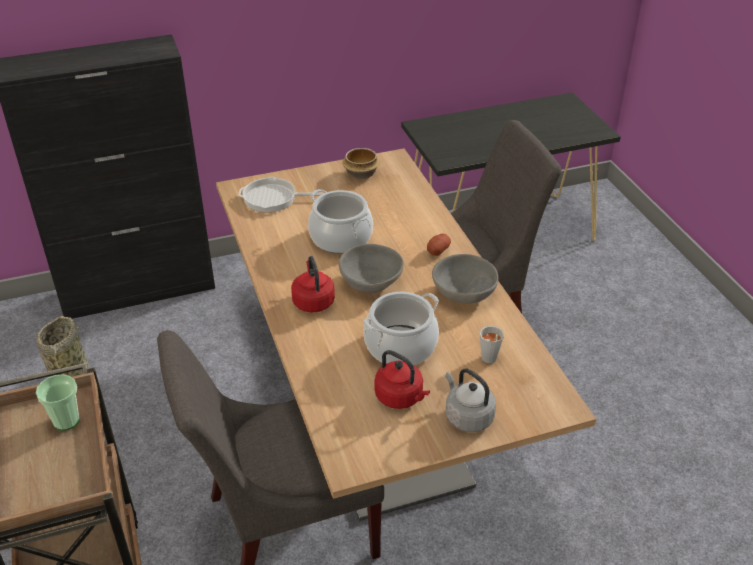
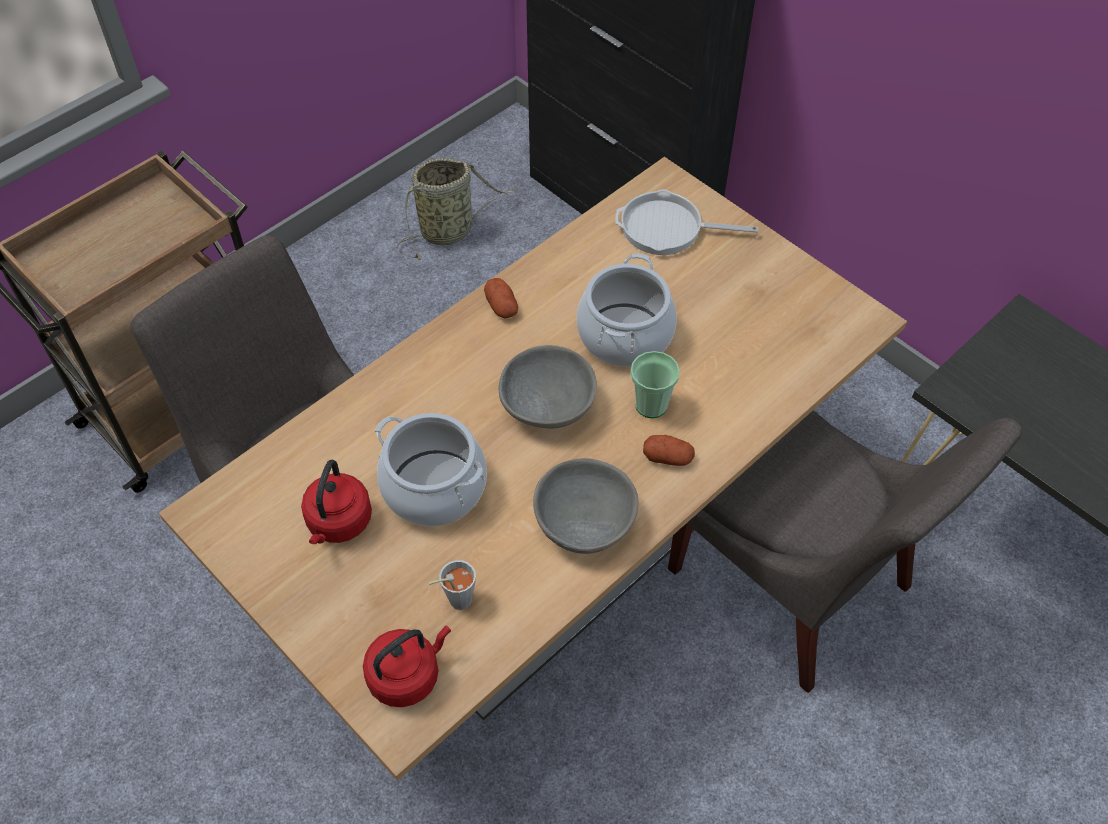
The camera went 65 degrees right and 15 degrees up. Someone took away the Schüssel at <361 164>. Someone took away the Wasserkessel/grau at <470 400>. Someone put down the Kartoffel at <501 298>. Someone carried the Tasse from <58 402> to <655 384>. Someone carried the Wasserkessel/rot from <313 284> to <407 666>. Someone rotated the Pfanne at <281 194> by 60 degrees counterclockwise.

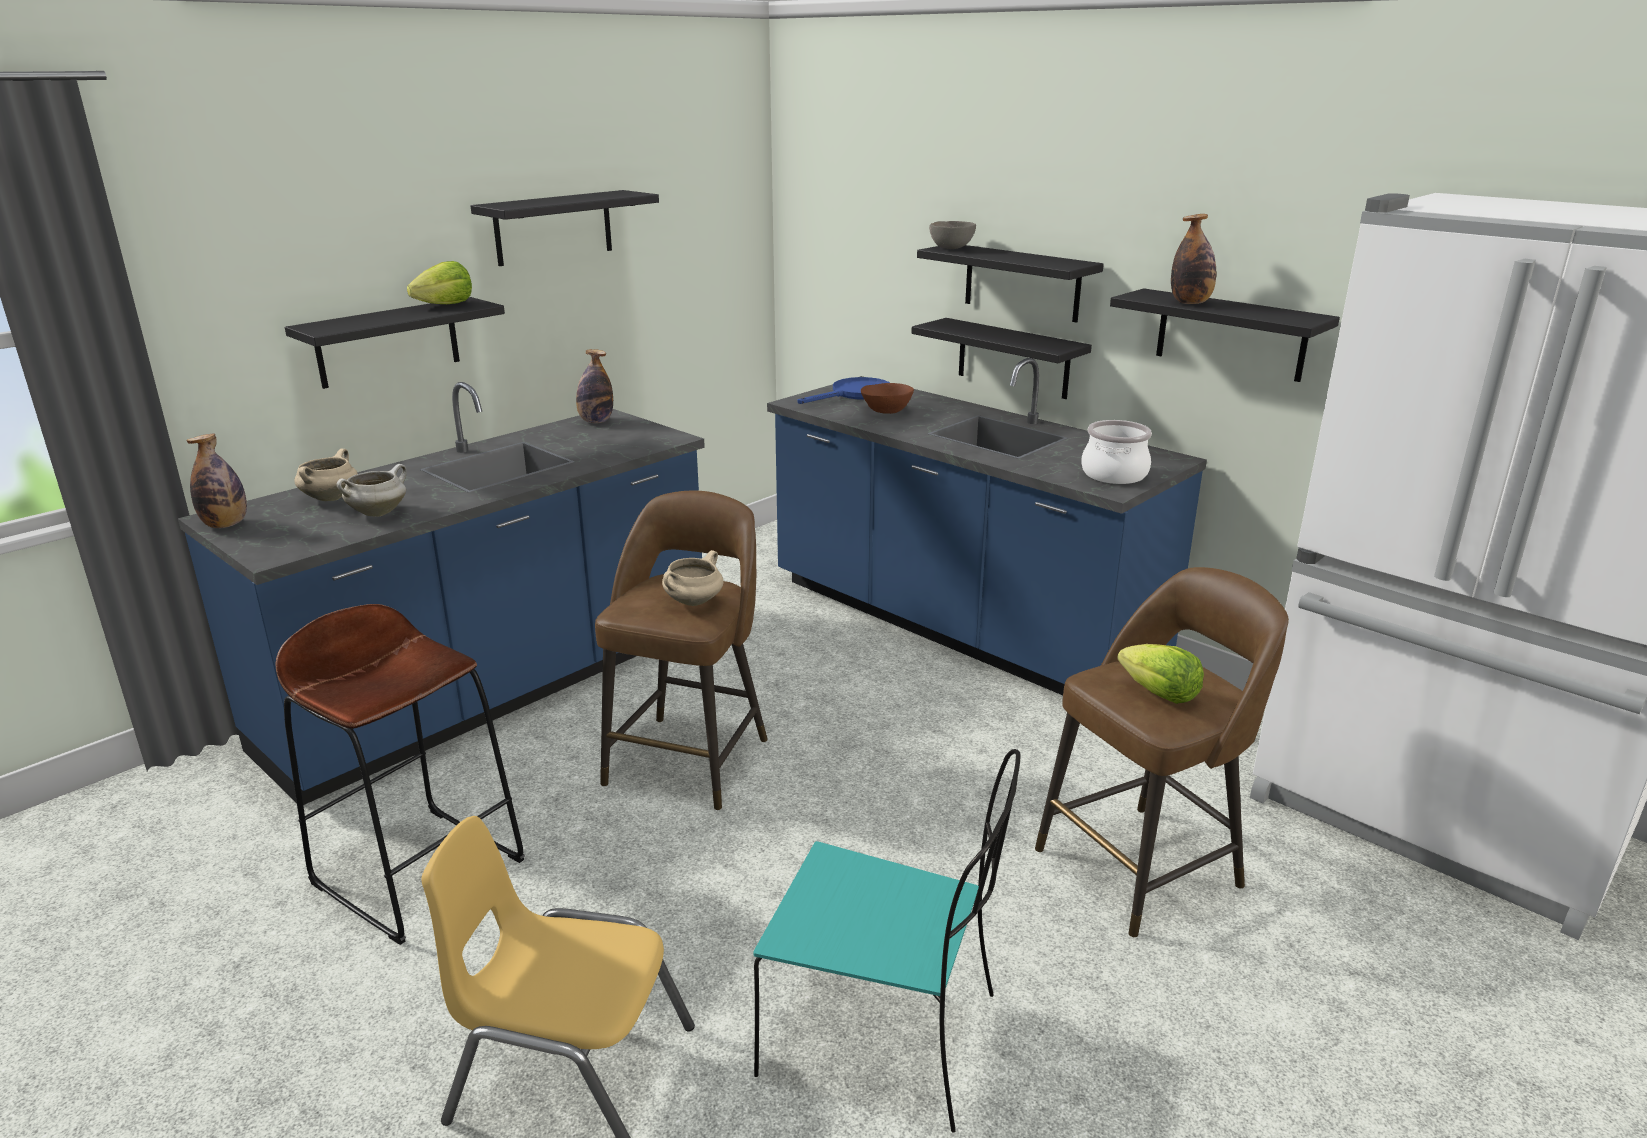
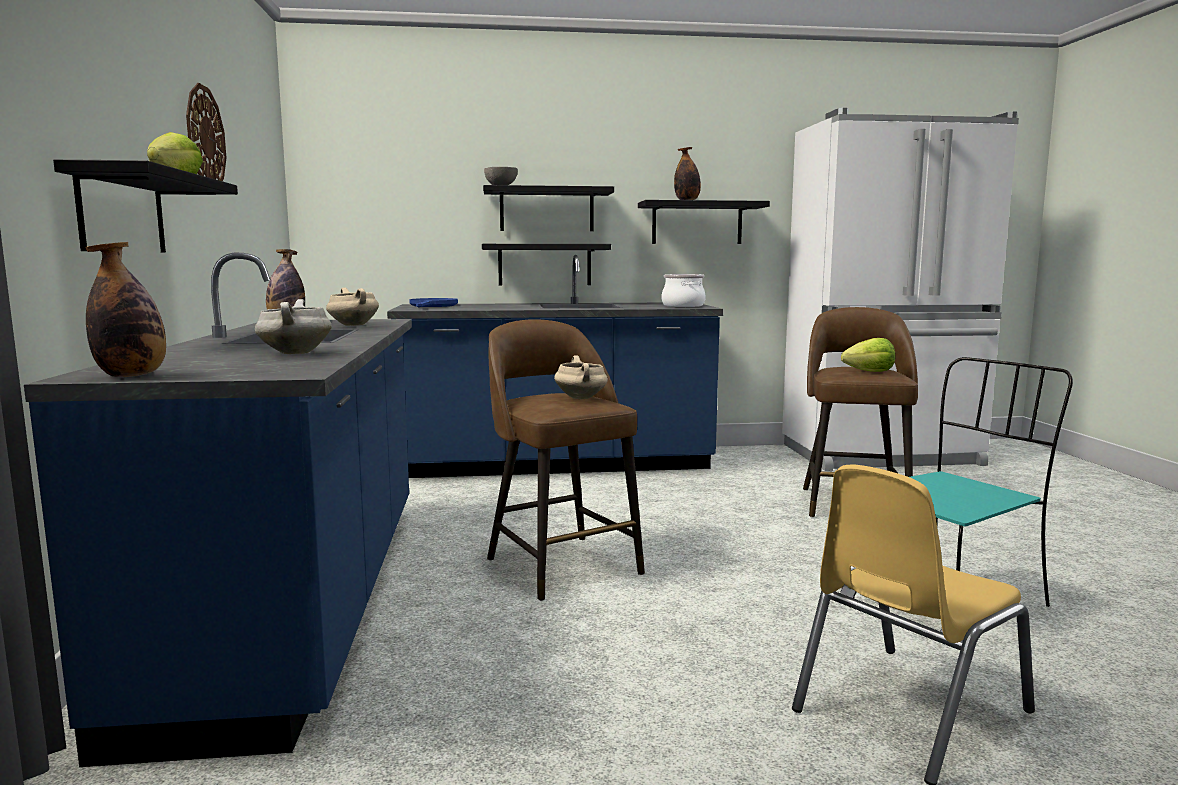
The camera went 50 degrees left and 15 degrees down. Someone took away the Hocker/braun at <400 774>. Someone took away the Schüssel/braun at <887 398>. Someone carried the Kochtopf/beige from <326 475> to <352 307>. Someone swapped the Wandregal/schwarz at <564 228> for the Wanduhr at <206 132>.

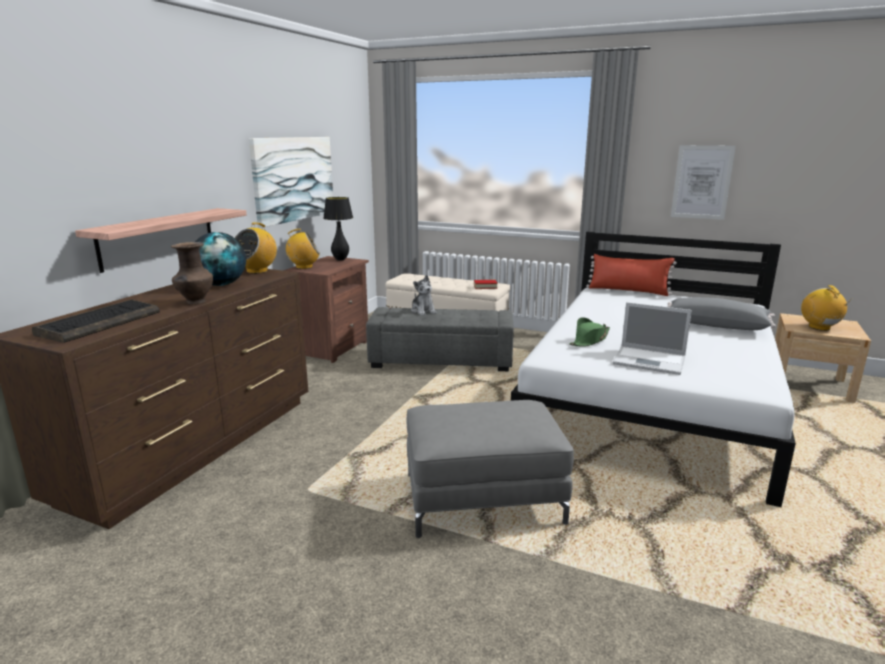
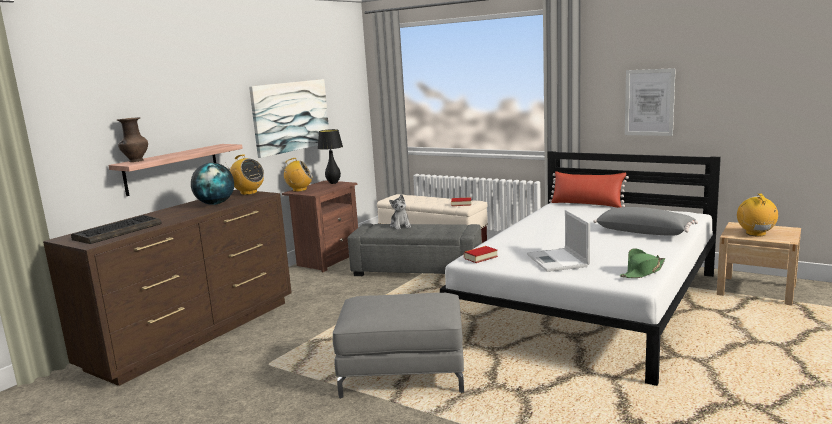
The camera went 10 degrees right and 5 degrees down. Someone put down the Buch at <481 254>. Someone carried the Vase/braun from <192 273> to <132 139>. Someone carried the Hut/grün from <589 332> to <642 263>. Someone rotated the Radio at <256 248> by 90 degrees counterclockwise. Someone rotated the Laptop at <652 338> by 45 degrees clockwise.

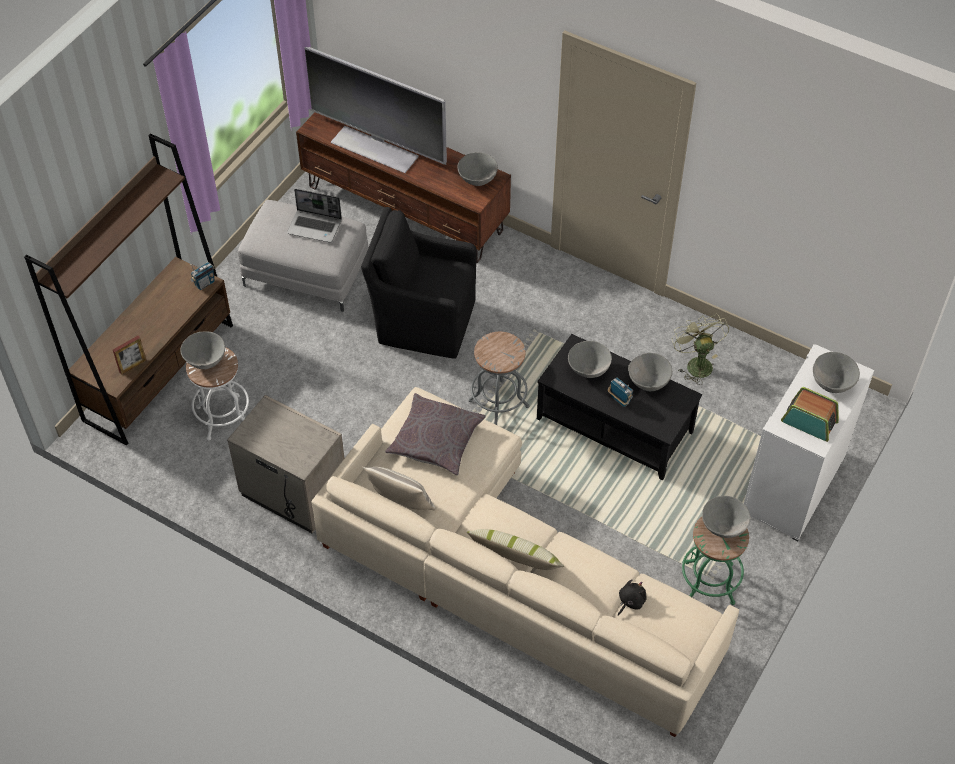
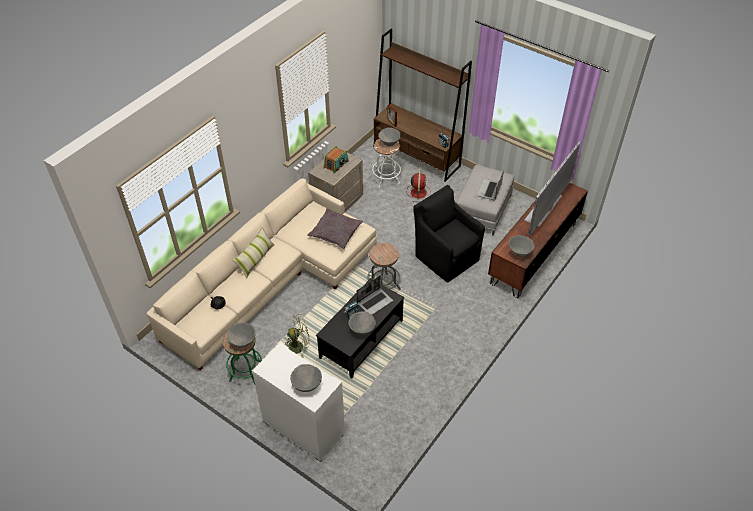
The camera went 95 degrees right and 5 degrees down. Someone took away the Kissen at <399 489>. Someone put down the Ventilator/rot at <418 185>. Someone carried the Ventilator/grün from <700 349> to <297 336>. Someone carried the Radio from <810 414> to <336 159>. Someone swapped the Schüssel/grau at <590 359> for the Laptop at <374 295>. Someone rotated the Sessel/schwarz at <419 283> by 60 degrees counterclockwise.

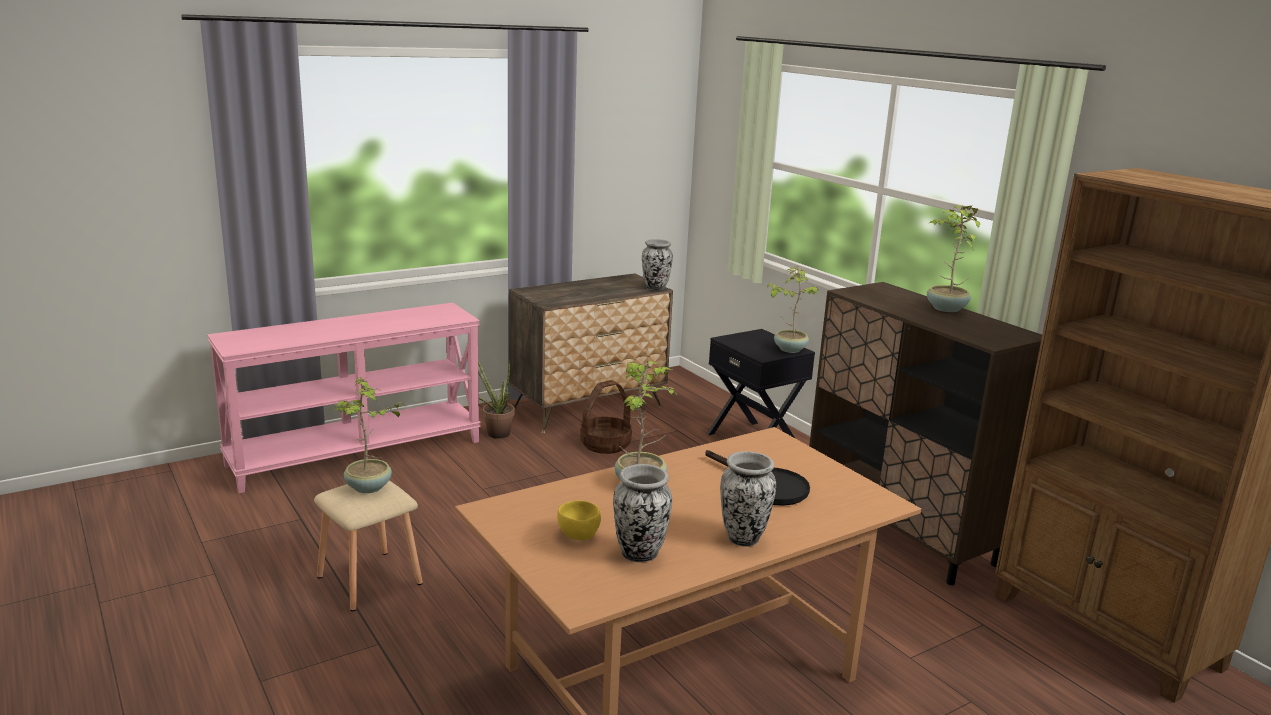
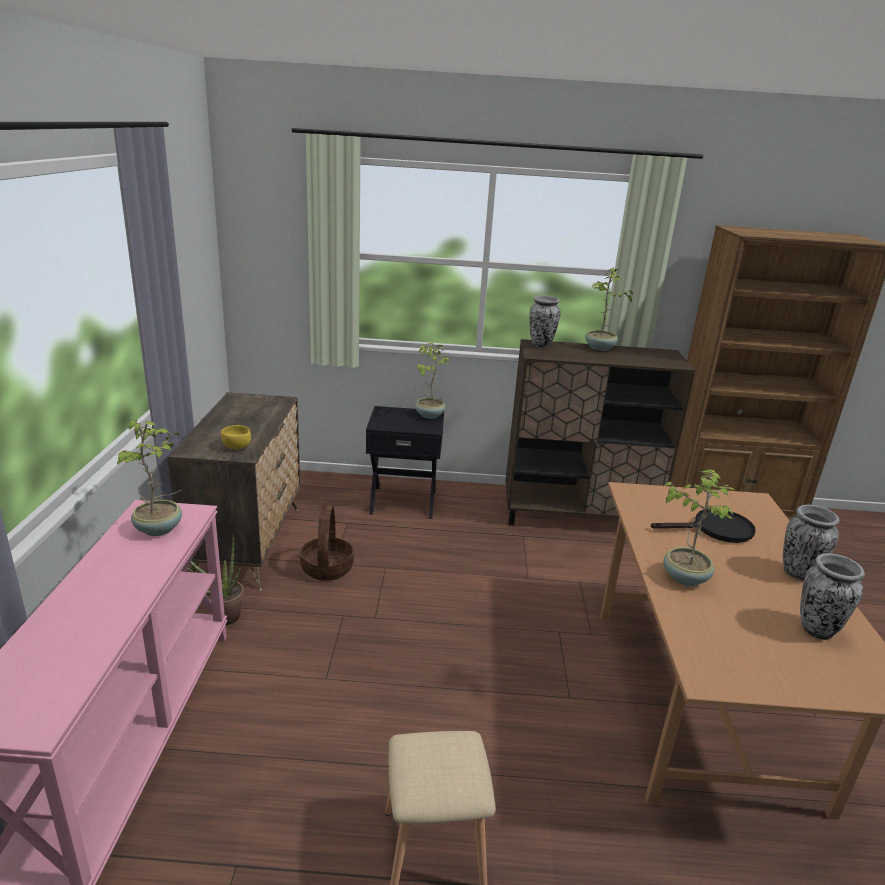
The camera went 55 degrees left and 5 degrees up. Someone carried the Topfpflanze from <368 435> to <148 478>. Someone carried the Schüssel/gelb from <579 520> to <236 437>. Someone carried the Vase from <657 264> to <545 321>.

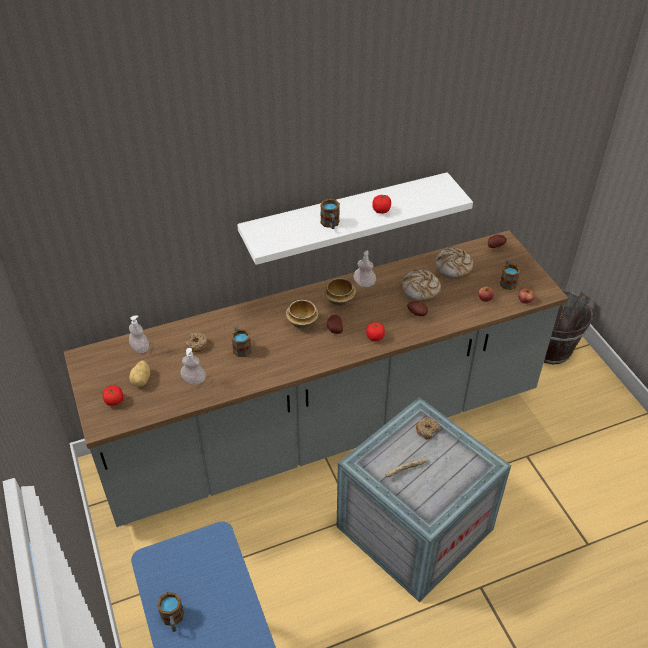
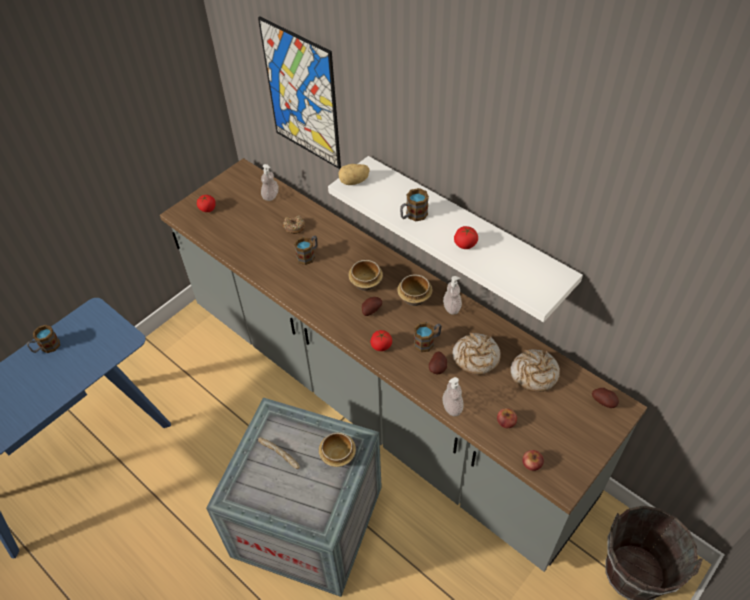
The camera went 65 degrees right and 5 degrees up. Someone put up the Bild at <299 93>. Someone carried the Kartoffel from <139 373> to <354 174>. Someone carried the Seifenspender from <193 366> to <453 396>. Someone carried the Henkelbecher from <510 275> to <428 337>. Someone swapped the Donut at <428 429> for the Schüssel at <337 450>.

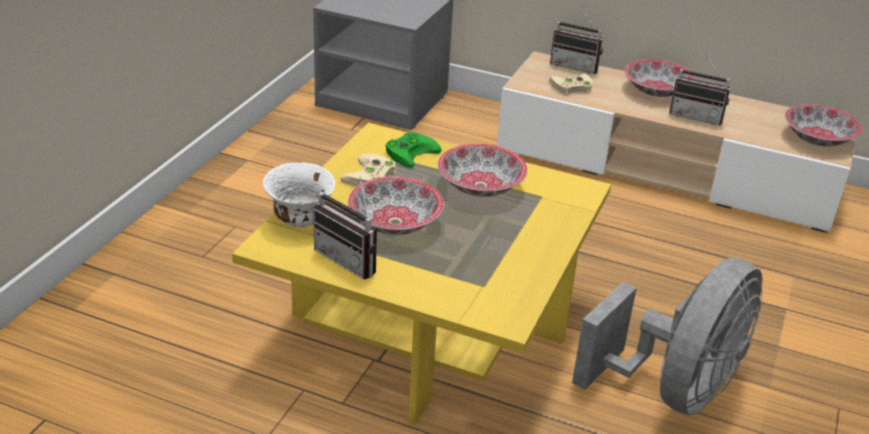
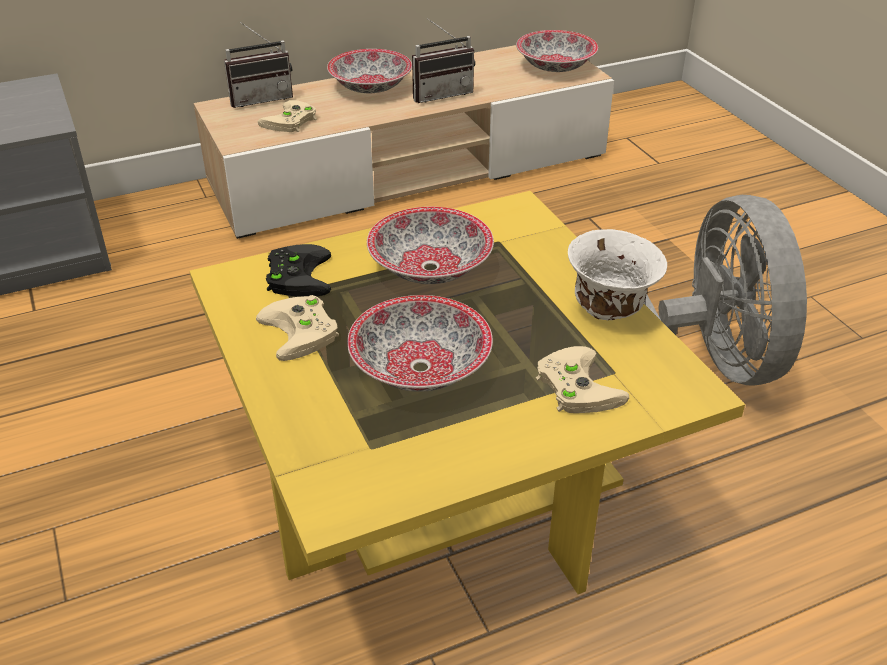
The camera went 45 degrees left and 5 degrees up. Someone took away the Radio at <345 228>. Someone put down the Gamepad/beige at <582 379>. Someone carried the Schüssel/weiß from <299 195> to <617 274>. Someone repainted the Gamepad/grün at <414 150>, which became the Gamepad/schwarz at <298 270>.

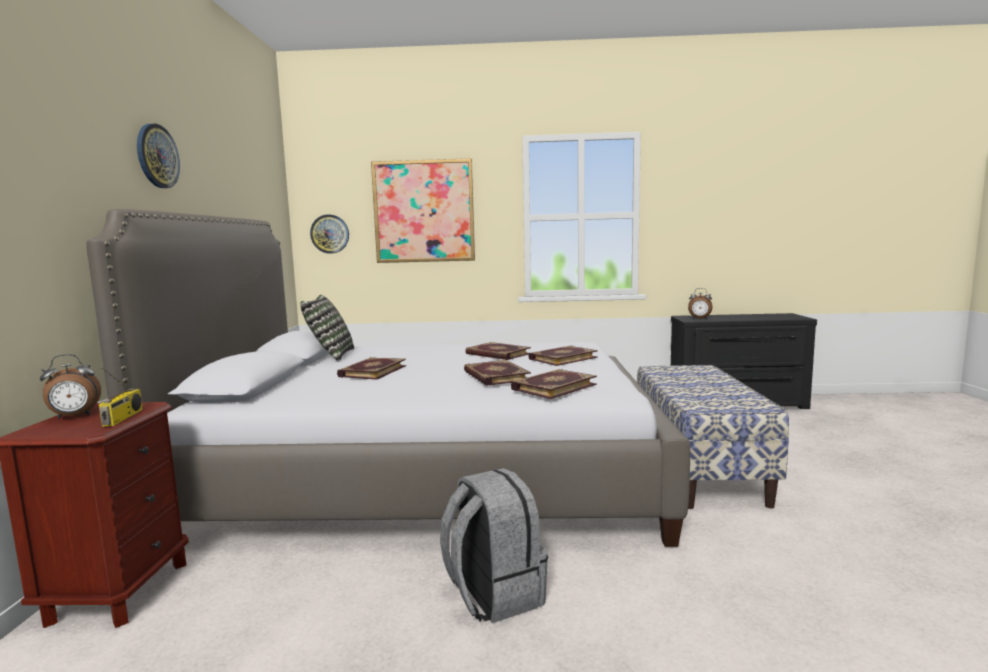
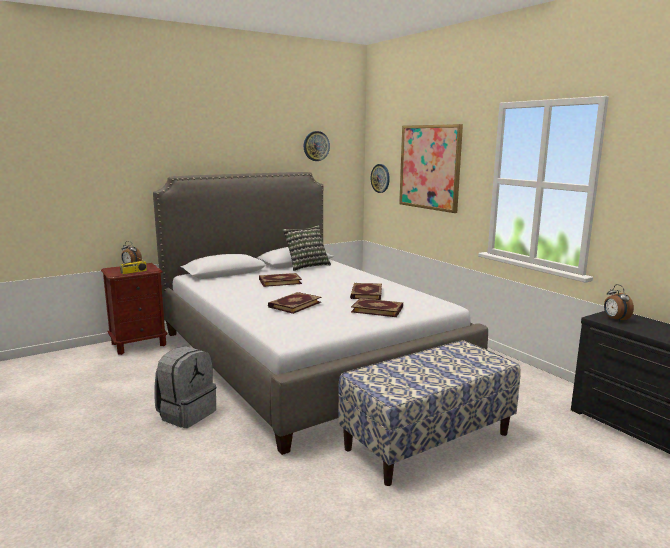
The camera went 55 degrees right and 5 degrees up. Someone took away the Buch at <554 384>. Someone carried the Wanduhr from <158 156> to <317 146>.

